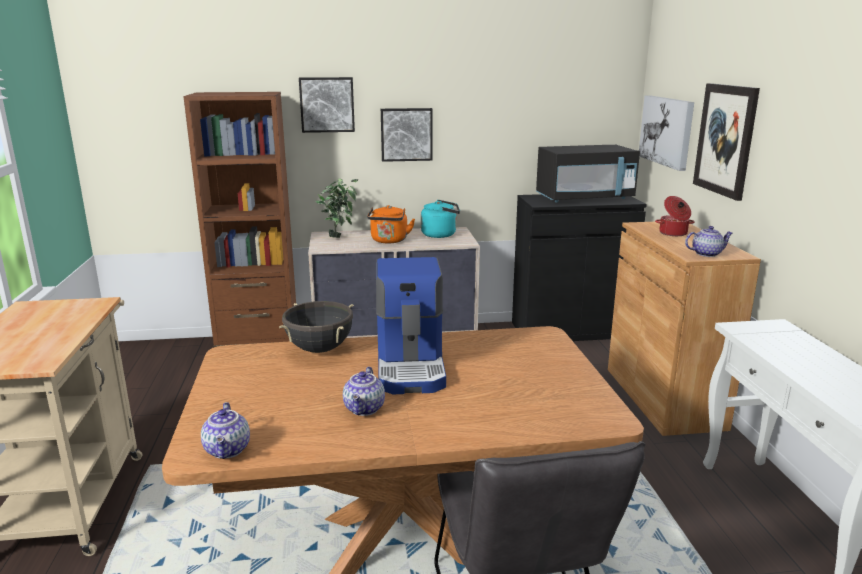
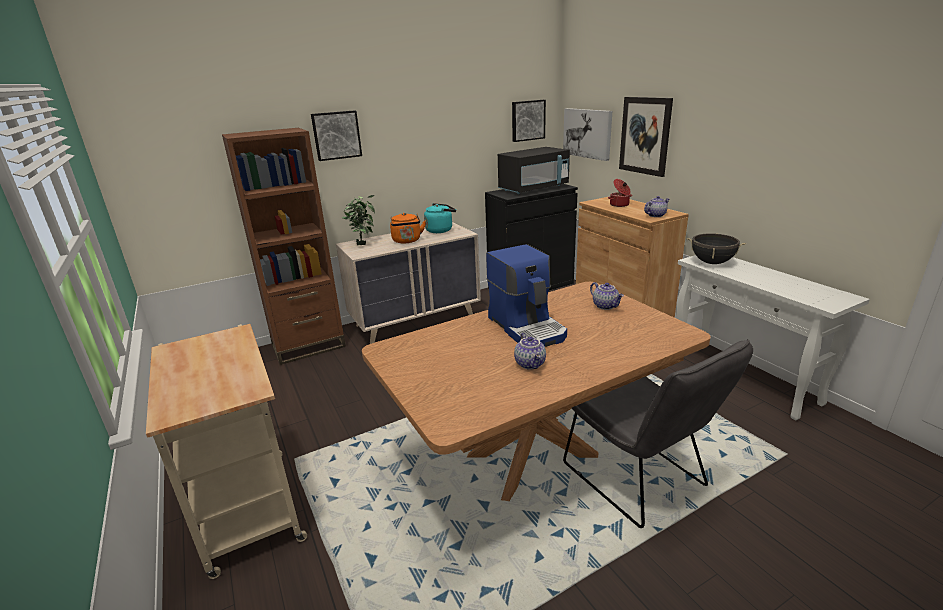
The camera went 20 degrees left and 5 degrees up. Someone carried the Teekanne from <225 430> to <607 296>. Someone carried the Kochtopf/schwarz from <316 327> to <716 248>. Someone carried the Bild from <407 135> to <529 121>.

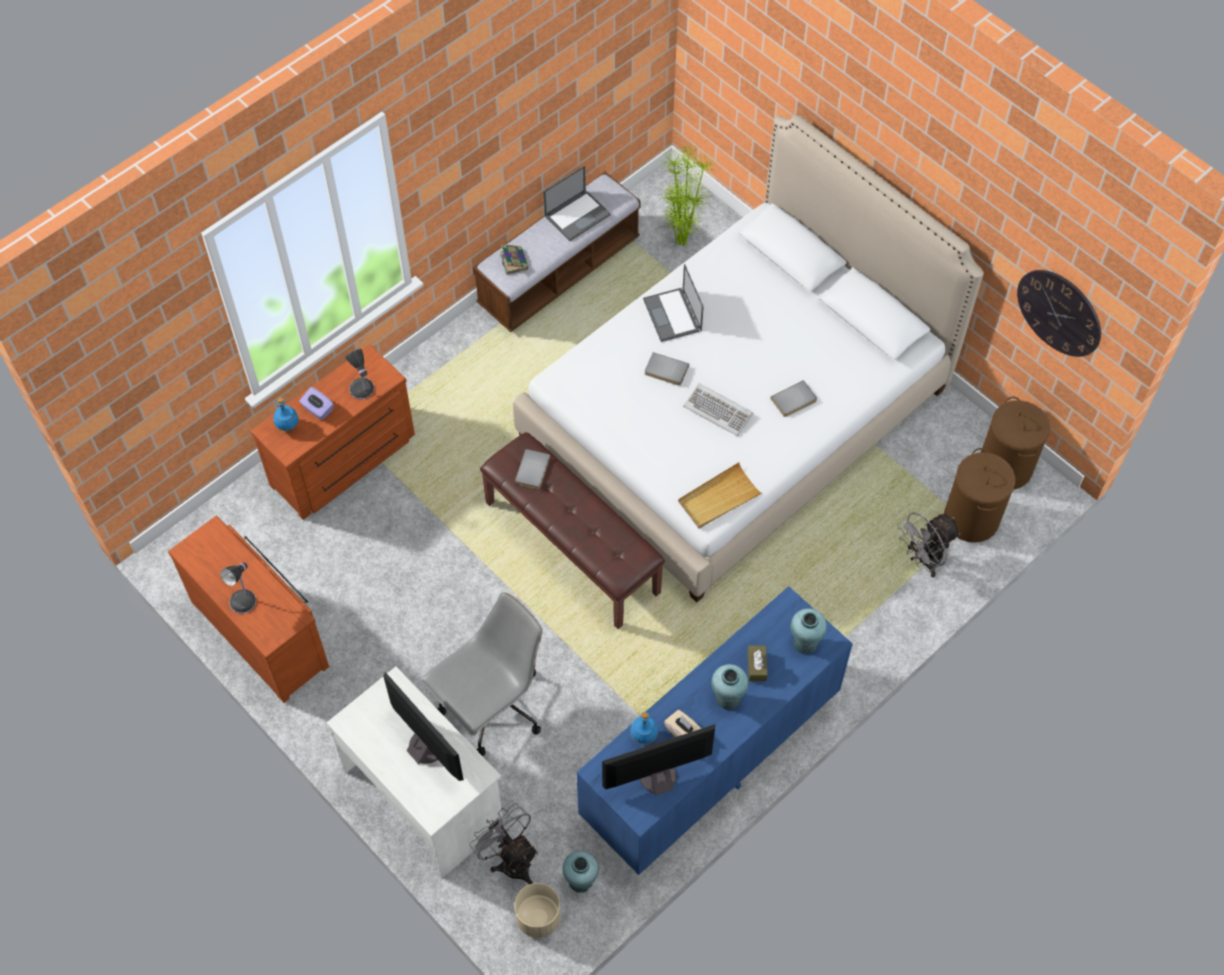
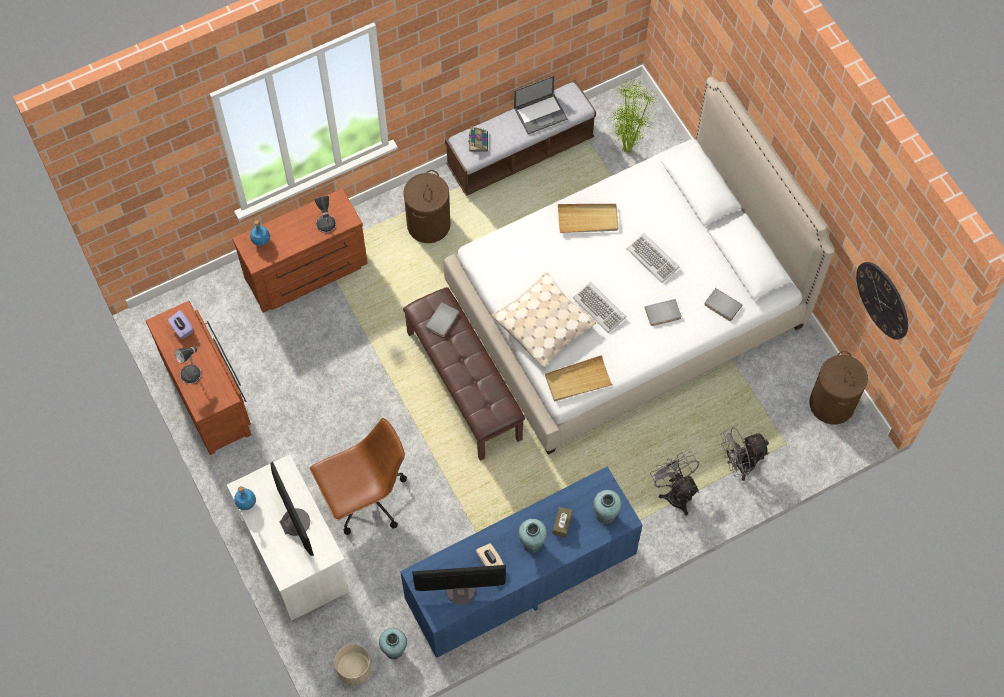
The camera went 15 degrees right and 5 degrees up. Someone put down the Kissen/beige at <544 319>. Someone put down the Tastatur at <653 258>. Someone carried the Taschentuchbox/lila from <316 403> to <180 324>. Someone carried the Ventilator/grau from <504 844> to <675 483>. Someone carried the Flasche/blau from <644 728> to <245 498>. Someone carried the Buch/grau from <667 369> to <723 304>. Someone carried the Wäschekorb/braun from <979 495> to <427 206>. Someone swapped the Laptop at <673 303> for the Tablett/beige at <588 218>. Someone repainted the Bürostuhl/grau at <482 674>, which became the Bürostuhl/braun at <358 476>.

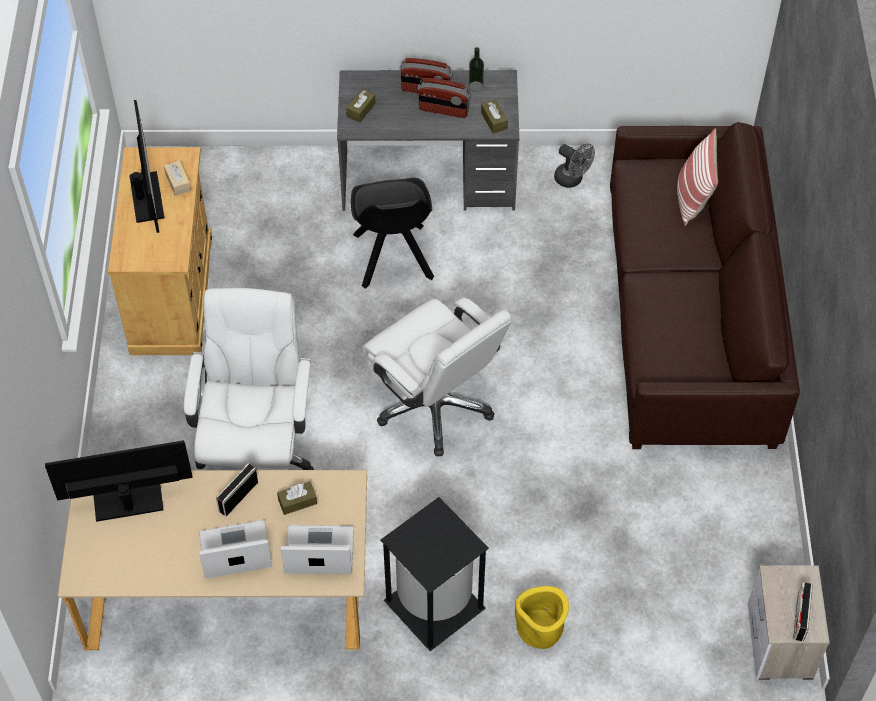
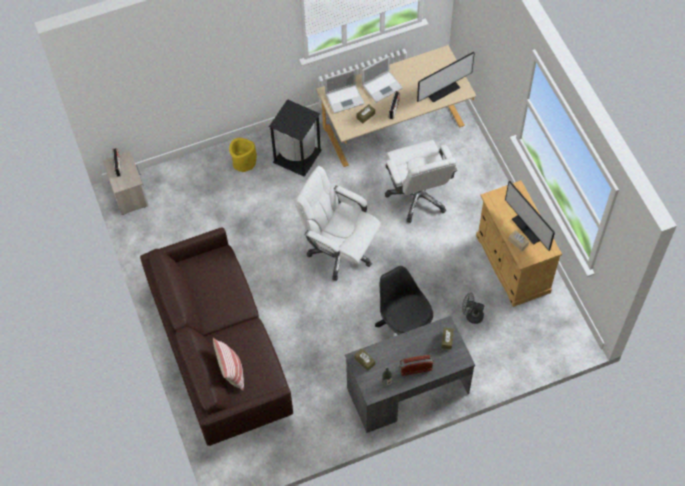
The camera went 160 degrees right and 5 degrees up. Someone took away the Radio at <444 97>. Someone carried the Ventilator/grau from <574 165> to <473 308>.

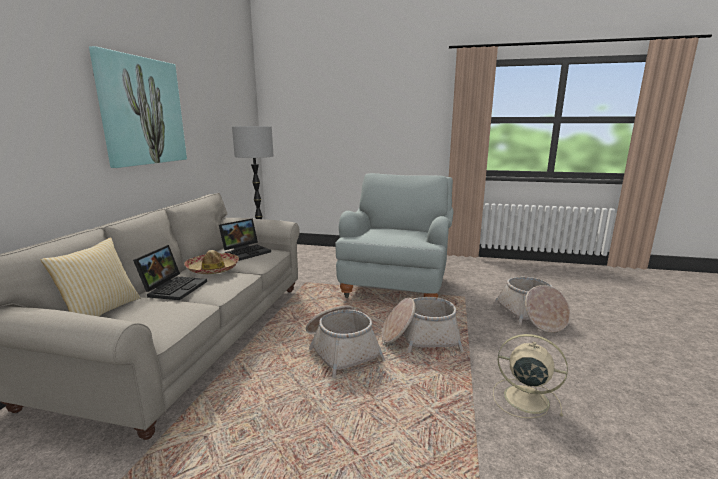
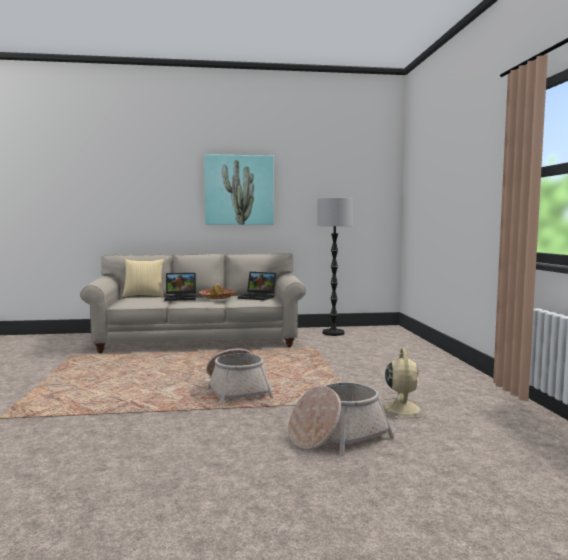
The camera went 70 degrees right and 10 degrees down. Someone took away the Korb at <345 341>. Someone took away the Sessel/grau at <394 235>. Someone carried the Ventilator/beige from <530 376> to <404 383>.

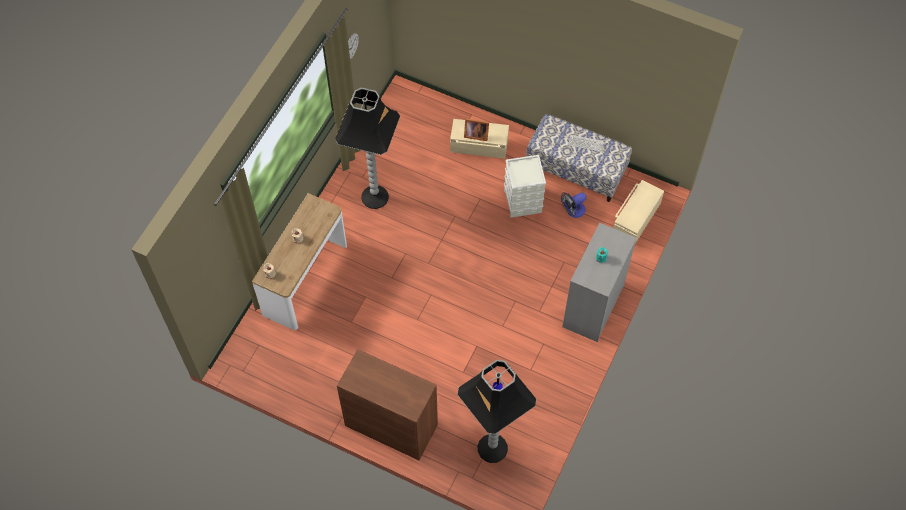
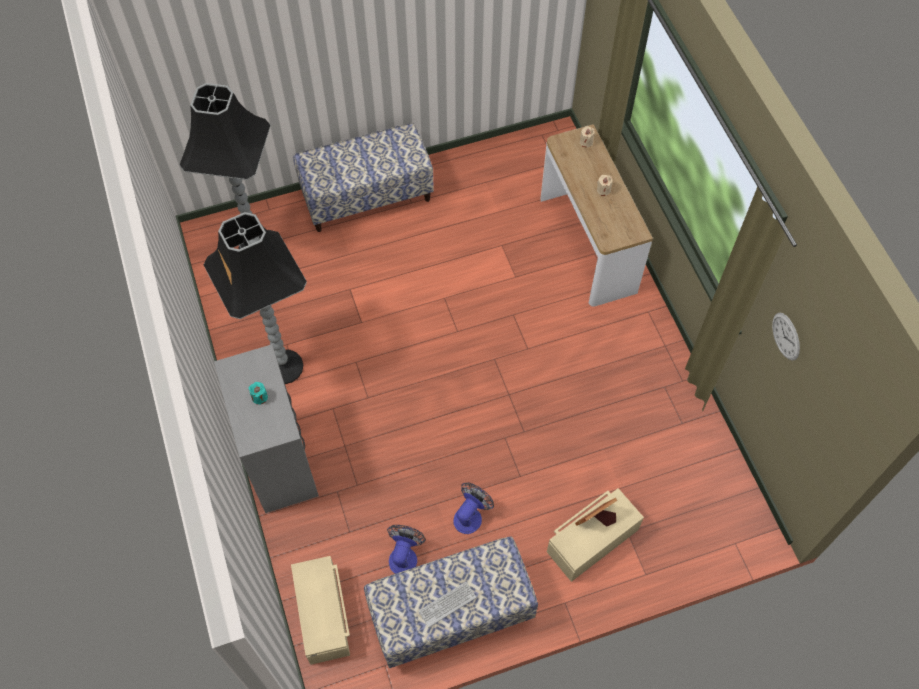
The camera went 135 degrees right and 0 degrees up. Someone carried the Stehlampe/schwarz from <367 148> to <255 298>. Someone swapped the Schrank/braun at <387 404> for the Bank at <363 177>. Someone swapped the Aufbewahrungsbox/grau at <525 186> for the Ventilator at <473 508>.

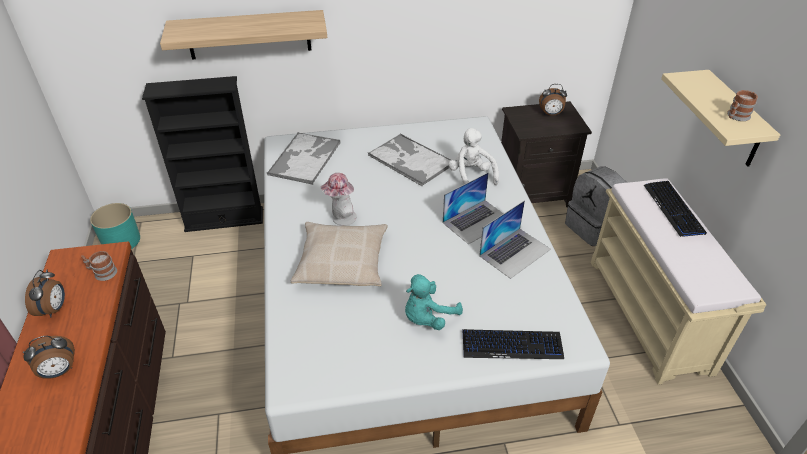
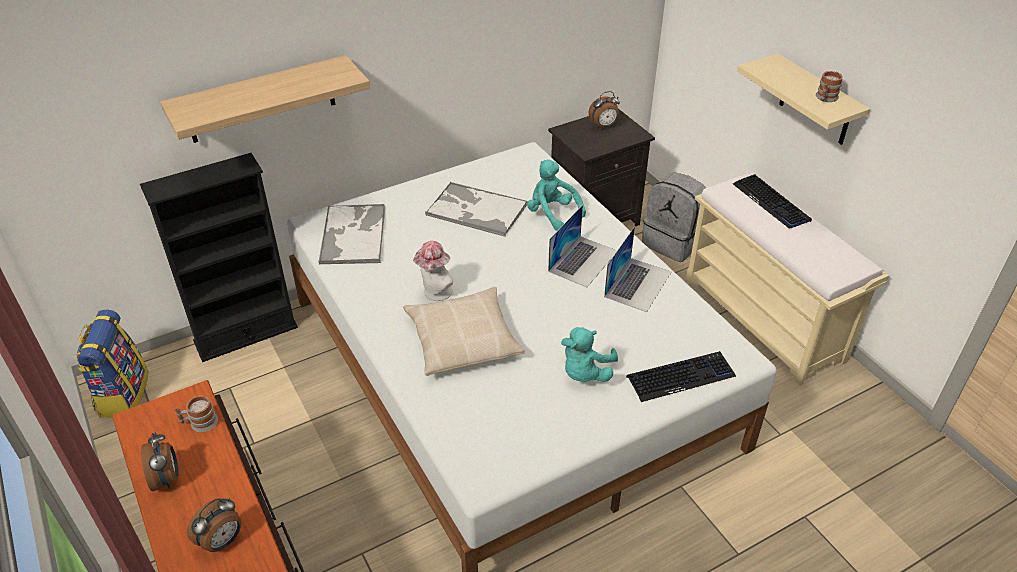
The camera went 20 degrees left and 0 degrees up. Someone swapped the Pflanzkübel/türkis at <115 226> for the Rucksack at <112 363>. Someone repainted the Plüschtier/weiß at <473 156>, which became the Plüschtier/türkis at <556 195>.

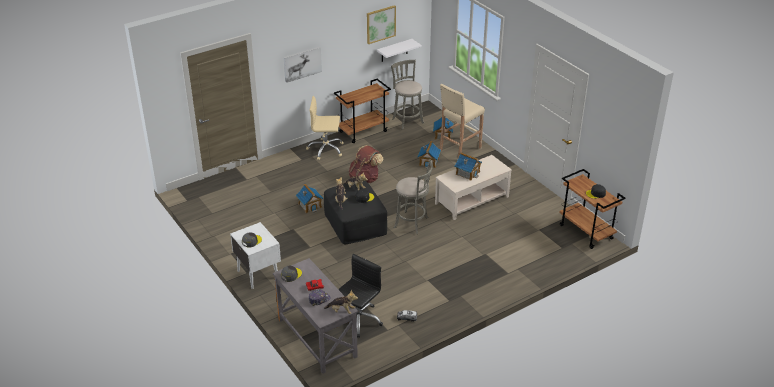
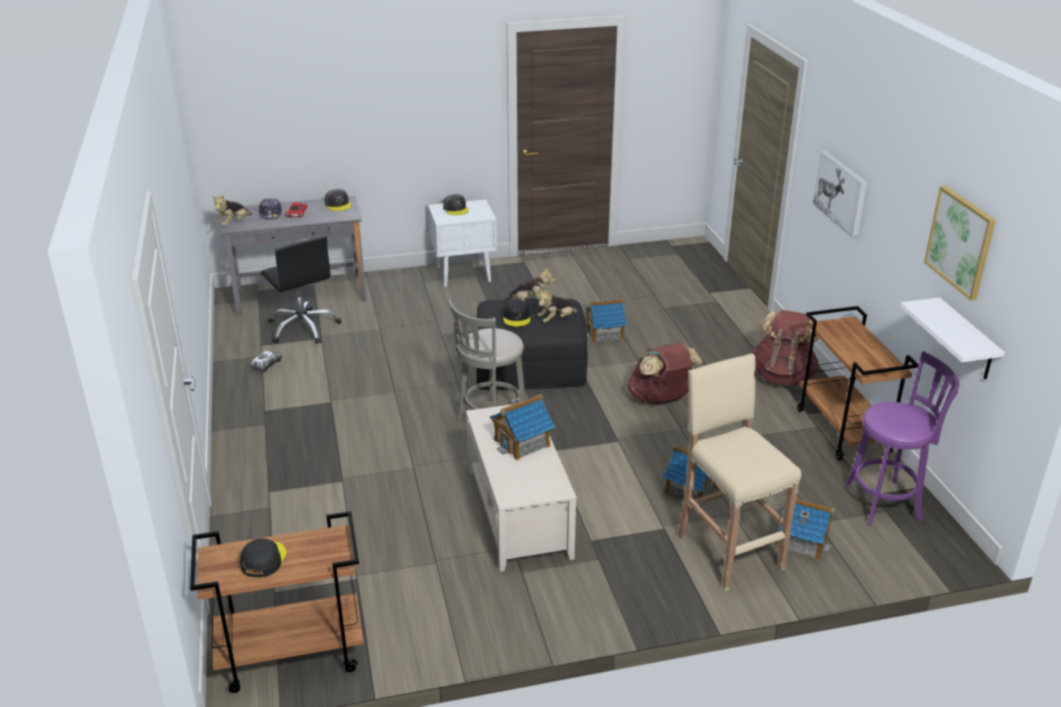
The camera went 110 degrees right and 5 degrees down. Someone swapped the Bürostuhl/beige at <325 128> for the Rucksack/braun at <785 348>. Someone repainted the Hocker/grau at <407 95>, which became the Hocker/lila at <901 438>.

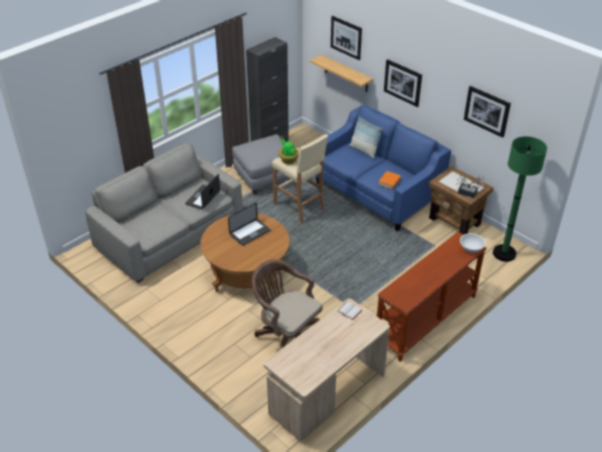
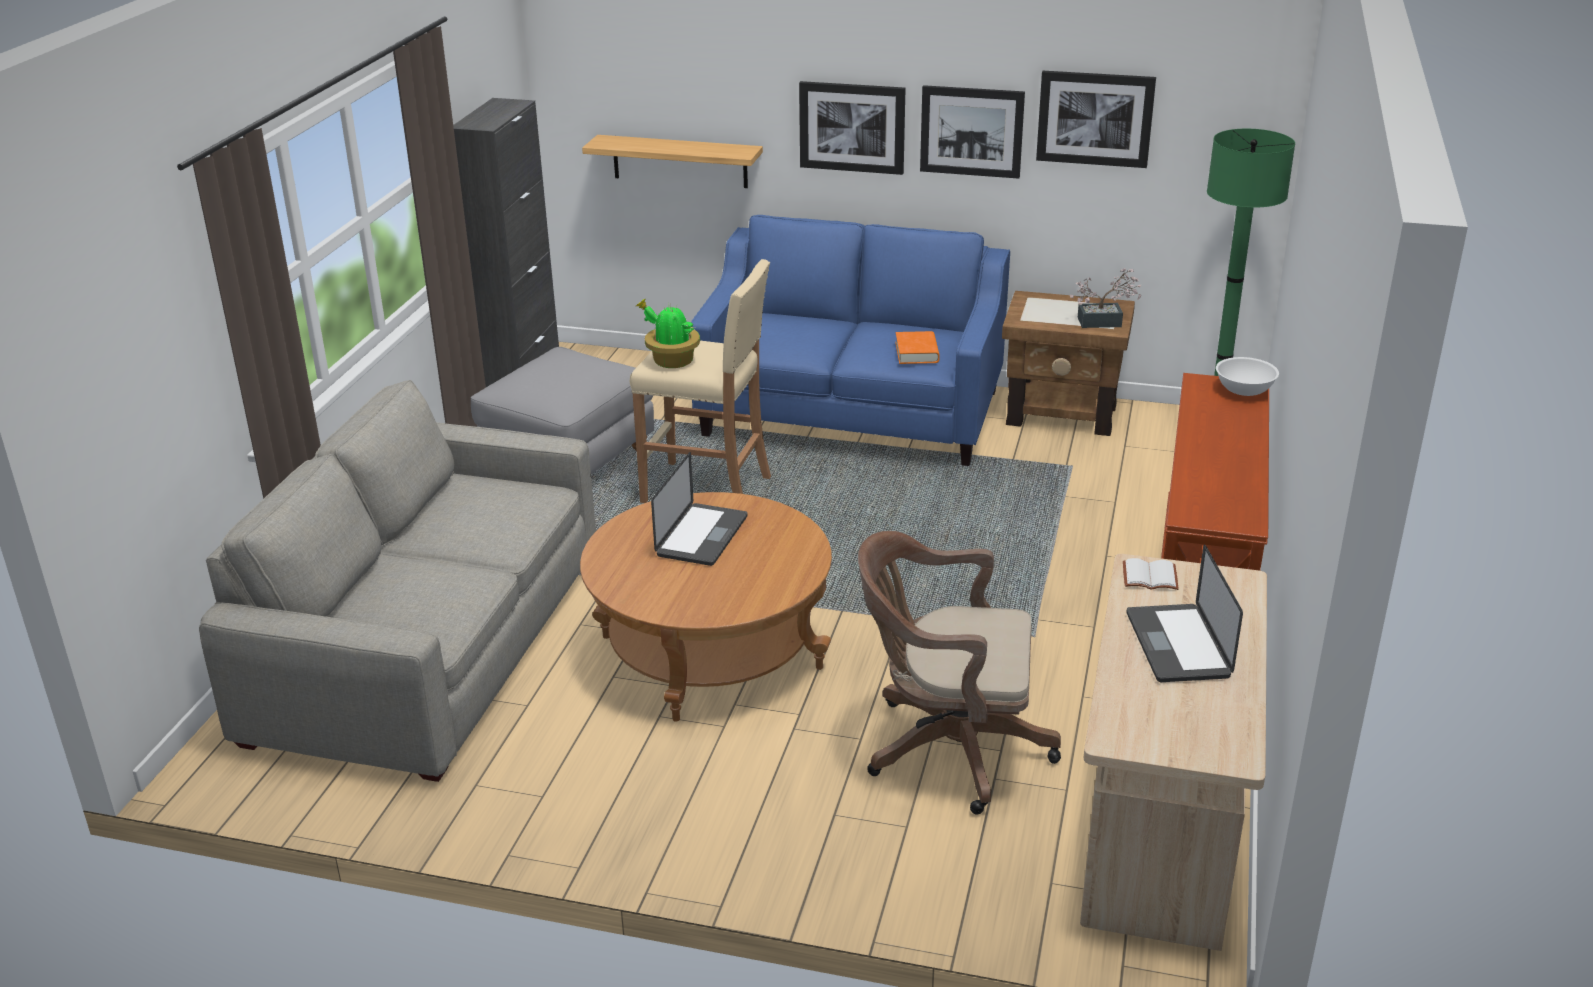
The camera went 30 degrees left and 10 degrees down. Someone took away the Kissen at <366 137>. Someone carried the Laptop from <202 191> to <1184 613>. Someone carried the Bild from <346 38> to <972 132>.

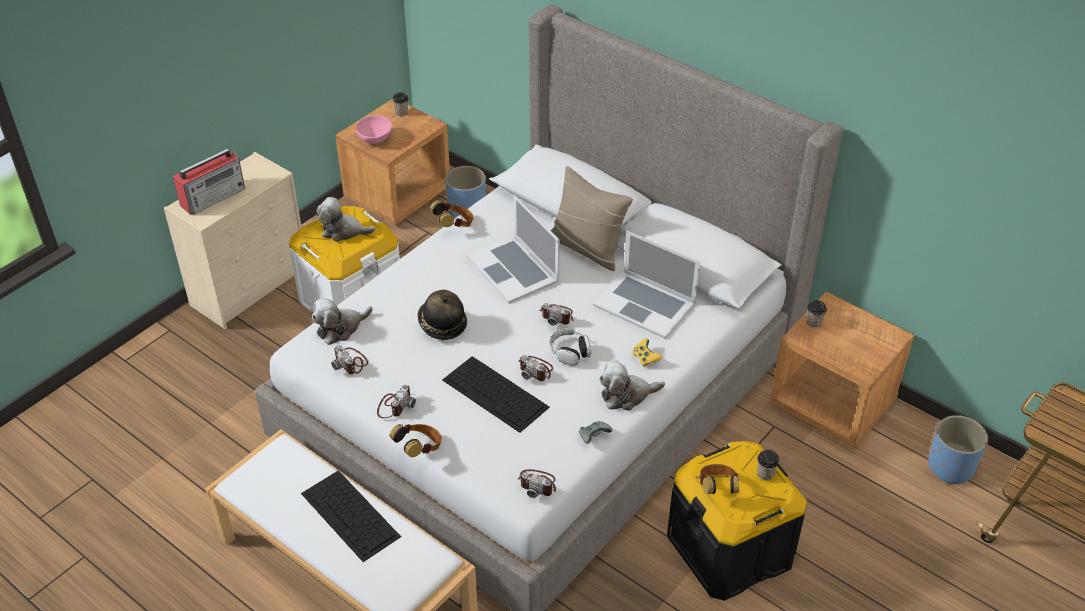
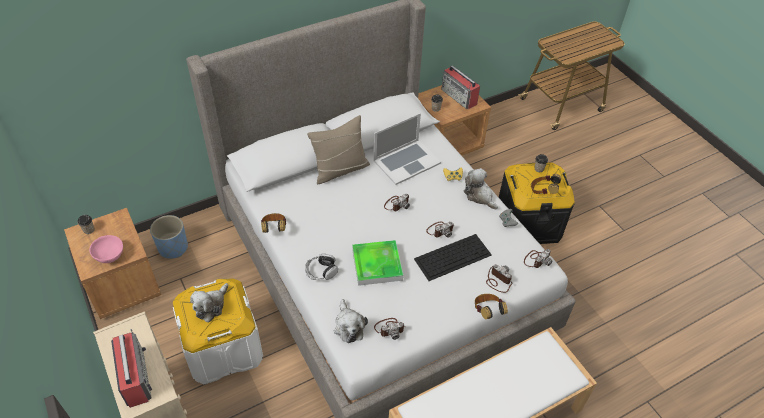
The camera went 70 degrees left and 5 degrees up. Someone took away the Tastatur at <351 516>. Someone took away the Laptop at <513 249>. Someone took away the Pflanzkübel/blau at <958 449>. Someone put down the Radio at <460 87>. Someone carried the Kamera from <396 401> to <499 279>. Someone carried the Kopfhörer from <570 347> to <321 267>. Someone swapped the Hut at <442 315> for the Tablett at <377 263>. Someone rotated the Plüschtier at <632 385> by 135 degrees clockwise.

